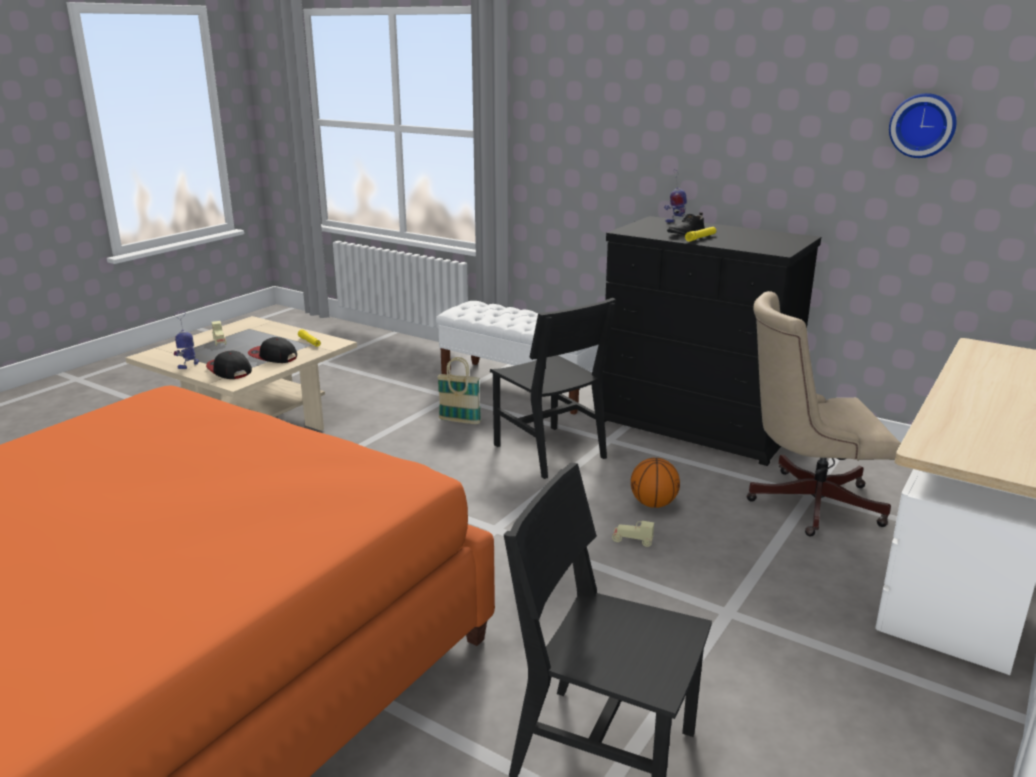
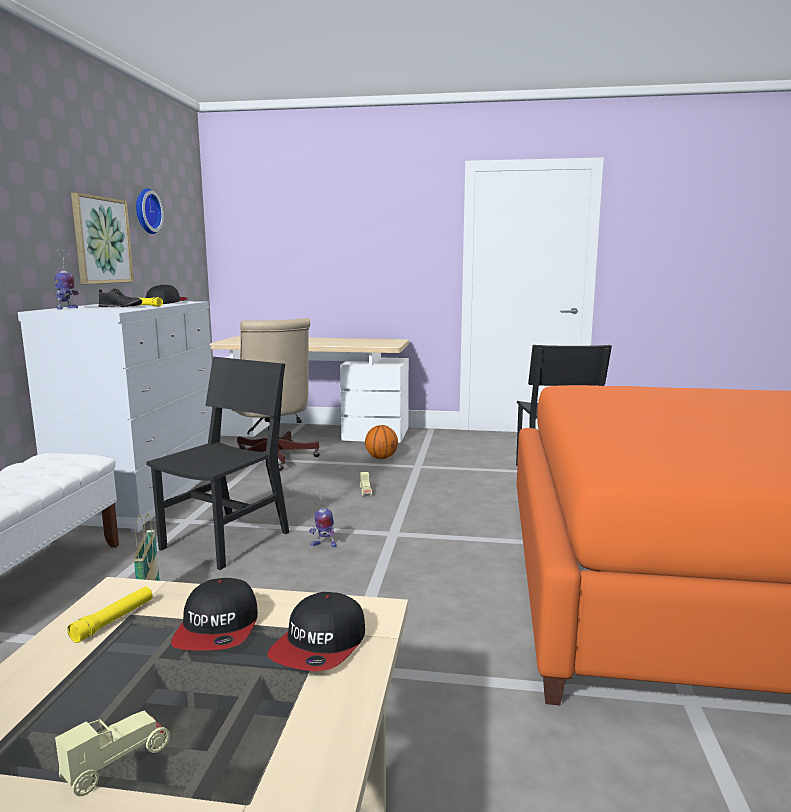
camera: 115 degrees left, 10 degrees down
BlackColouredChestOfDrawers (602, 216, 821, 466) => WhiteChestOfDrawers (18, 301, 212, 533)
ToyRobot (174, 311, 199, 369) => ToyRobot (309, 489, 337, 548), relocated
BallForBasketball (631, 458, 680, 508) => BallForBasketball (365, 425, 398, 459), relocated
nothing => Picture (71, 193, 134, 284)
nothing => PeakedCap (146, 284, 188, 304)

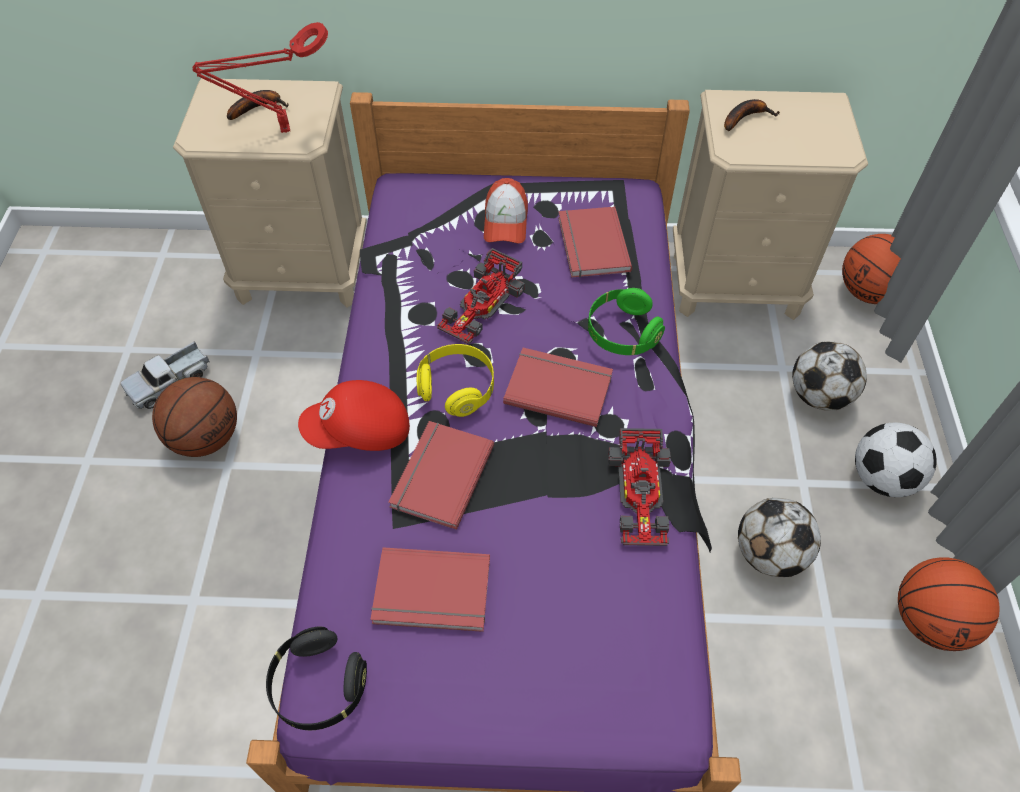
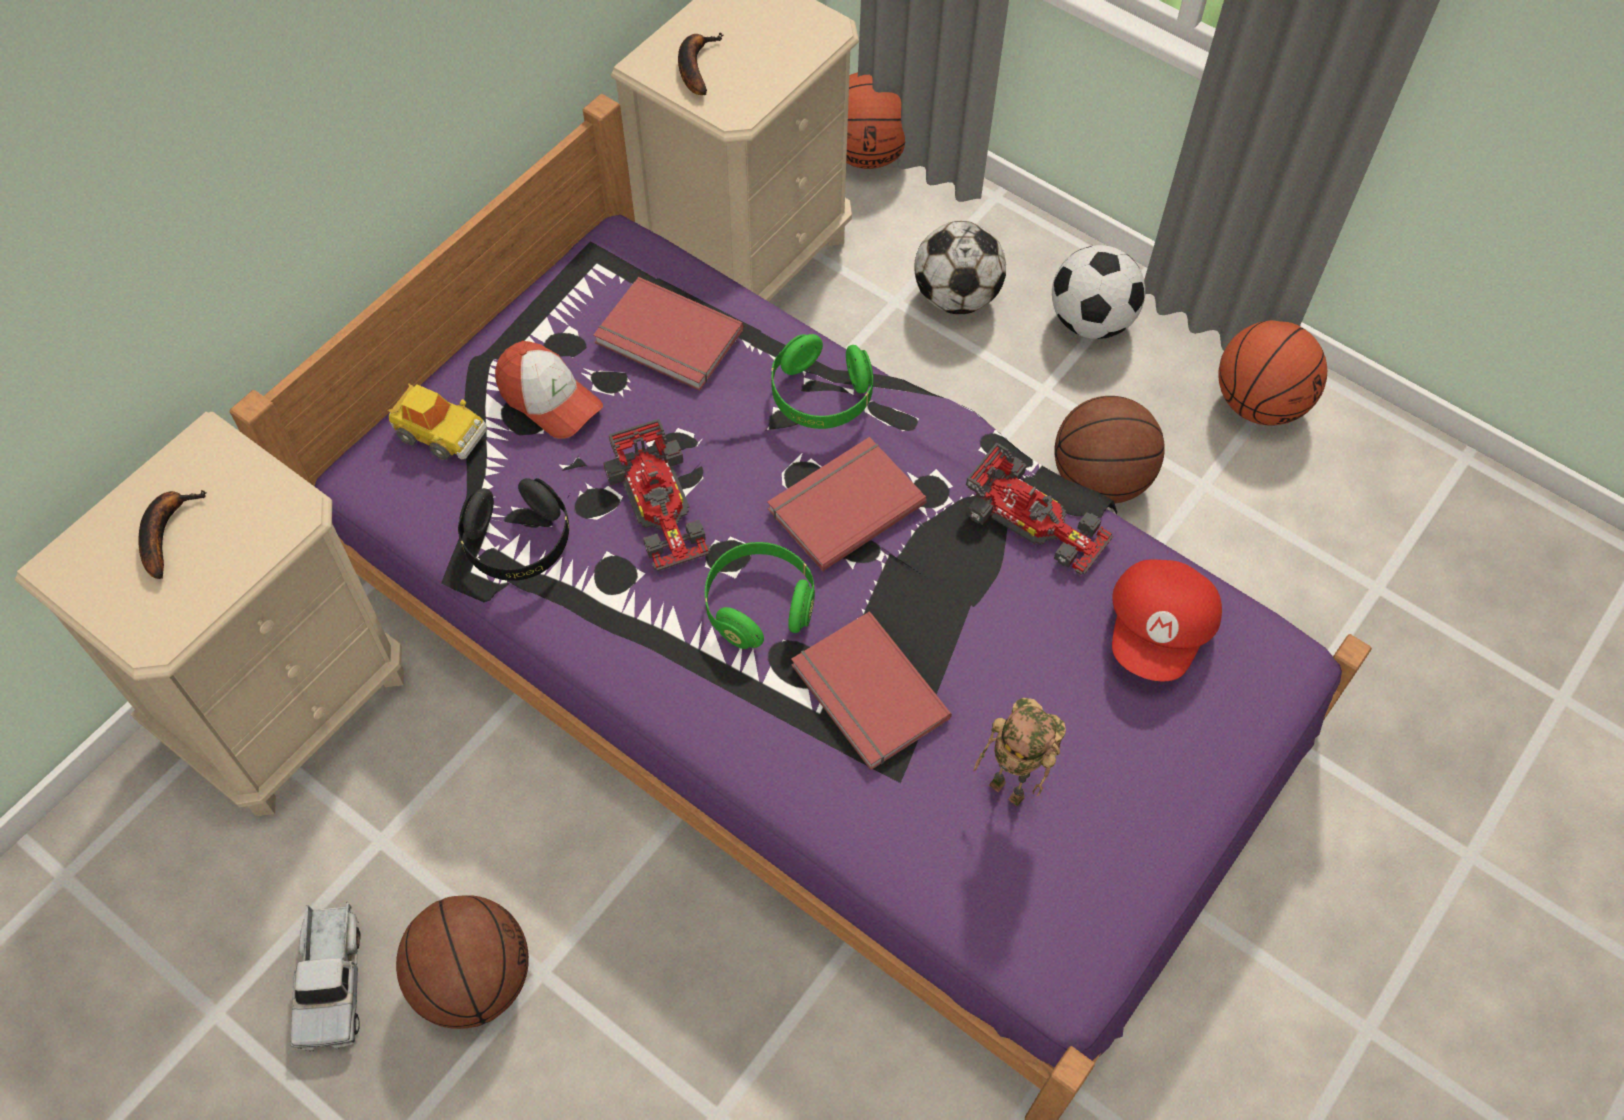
camera: 55 degrees left, 5 degrees up
ReddishLampForATable (192, 22, 328, 133) => nothing
YellowColouredPairOfHeadphones (417, 344, 494, 417) => GreenPairOfHeadphones (705, 542, 815, 649)
ReddishPeakedCap (298, 380, 410, 451) => ReddishPeakedCap (1112, 560, 1222, 681), relocated
Football (738, 498, 821, 577) => BallForBasketball (1054, 396, 1165, 503)
ReddishBook (370, 547, 490, 632) => ToyRobot (974, 698, 1066, 807)
BlackColouredPairOfHeadphones (266, 627, 367, 730) => BlackColouredPairOfHeadphones (458, 478, 569, 581), relocated
nothing => ModelCar (387, 383, 487, 460)

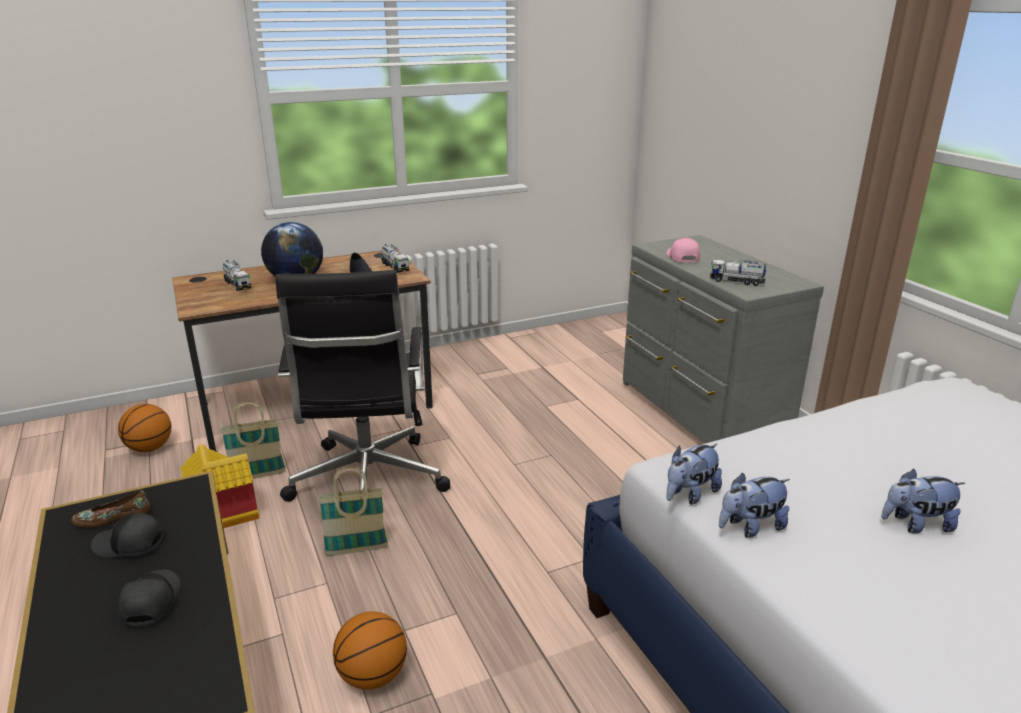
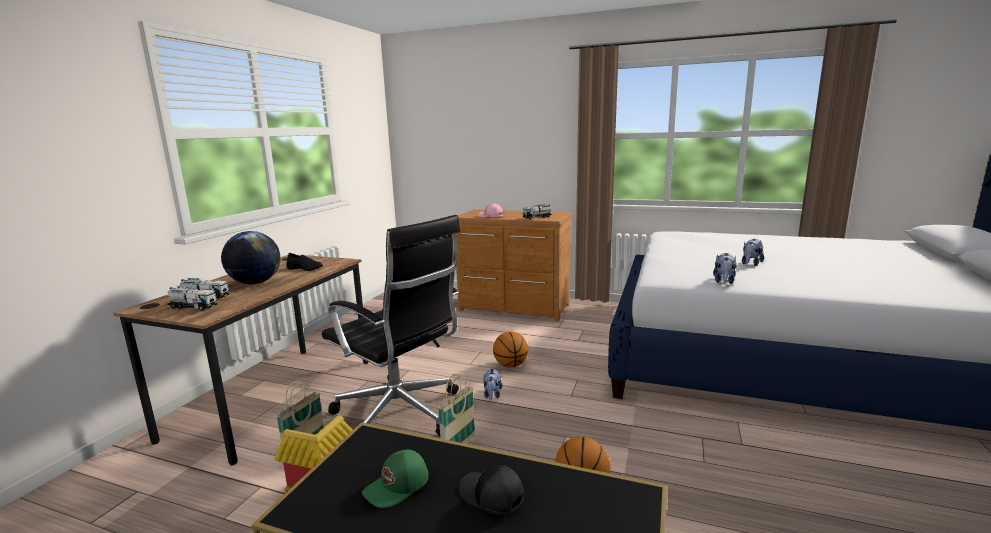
camera: 45 degrees left, 10 degrees down
GreyChestOfDrawers (623, 235, 824, 444) => BrownishChestOfDrawers (456, 209, 571, 321)
ToyTruck (381, 244, 409, 273) => ToyTruck (167, 286, 218, 311), relocated
BallForBasketball (118, 404, 171, 452) => BallForBasketball (493, 332, 528, 368), relocated
SoftToy (666, 444, 722, 505) => SoftToy (483, 367, 502, 400), relocated
BrownishShoe (71, 490, 150, 528) => nothing
BlackColouredPeakedCap (91, 513, 164, 558) => GreenPeakedCap (362, 450, 429, 508)

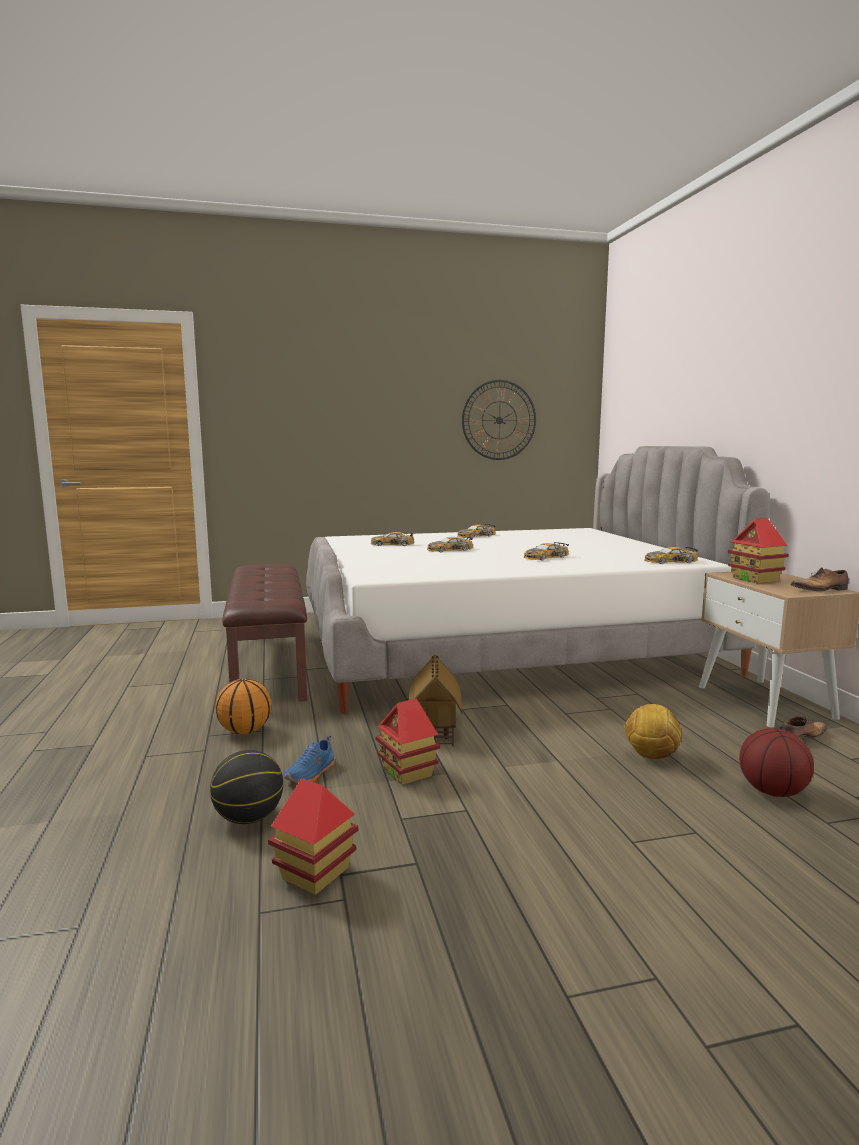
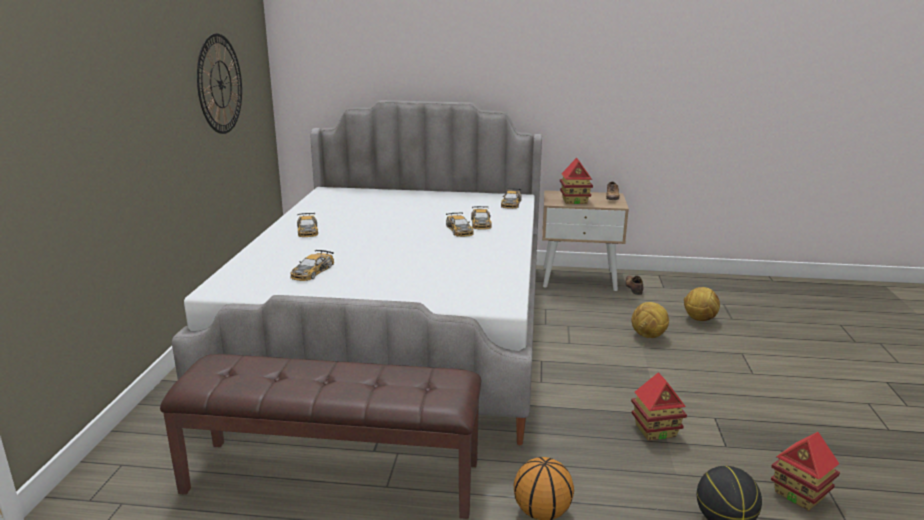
camera: 70 degrees left, 10 degrees up
ModelCar (427, 536, 473, 553) => ModelCar (471, 206, 492, 229), relocated
ToyHouse (409, 655, 463, 747) => nothing
BallForBasketball (739, 728, 814, 797) => Football (684, 287, 720, 321)
BlueColouredShoe (284, 735, 335, 783) => nothing

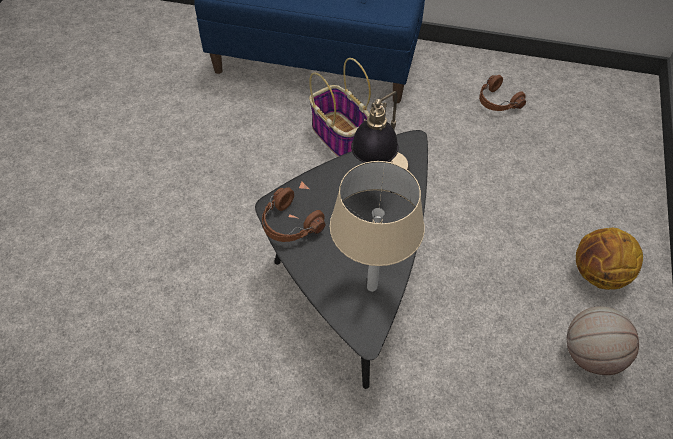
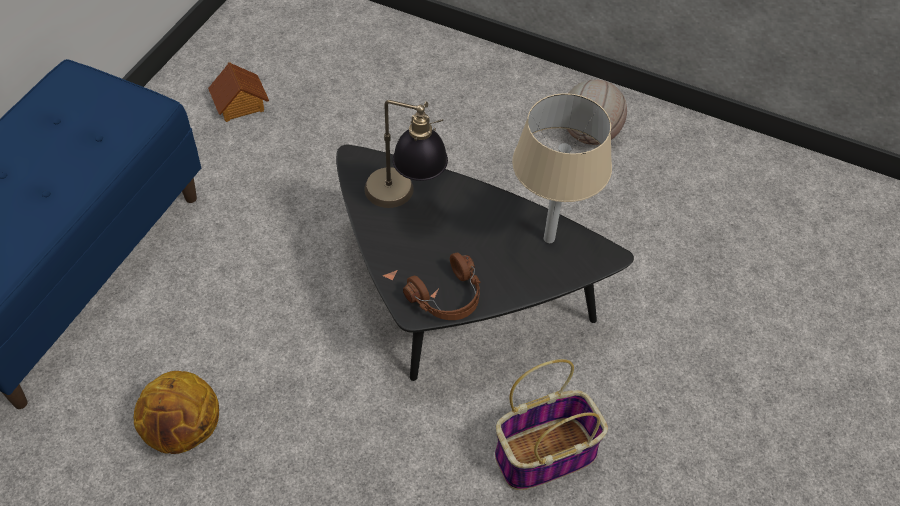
camera: 80 degrees left, 0 degrees up
StorageBasket (309, 58, 371, 157) => StorageBasket (495, 359, 608, 490), relocated
BrownishPairOfHeadphones (479, 75, 526, 111) => ToyHouse (208, 62, 269, 122)
BallForBasketball (576, 228, 643, 290) => BallForBasketball (134, 371, 219, 454), relocated

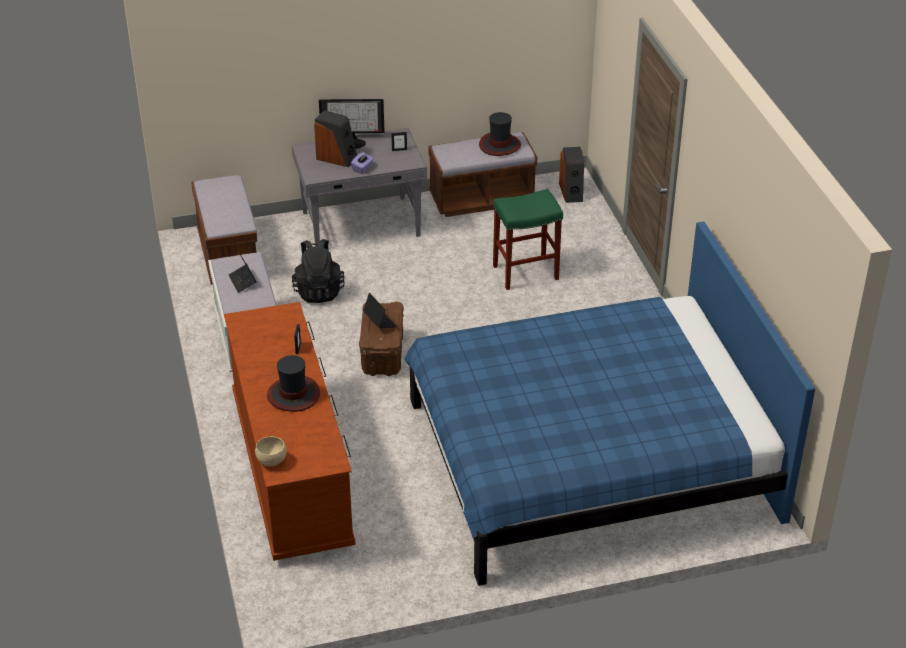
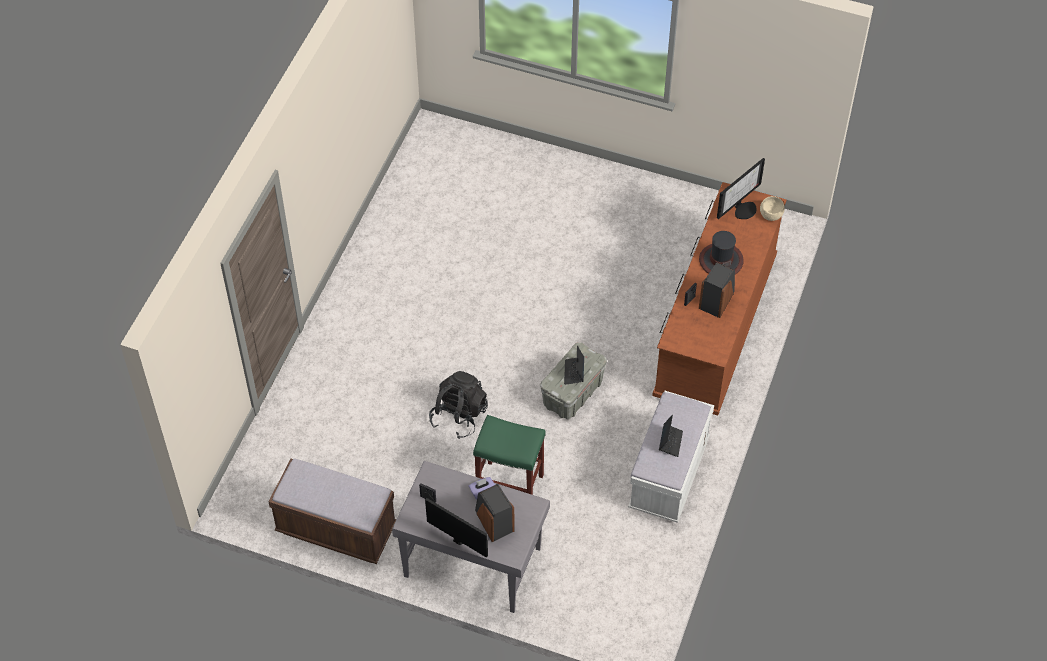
camera: 145 degrees left, 15 degrees up
WearableHat (479, 112, 521, 156) => nothing
Loudspeaker (559, 147, 584, 203) => Loudspeaker (699, 262, 735, 318), relocated
BrownishLongSeat (191, 175, 257, 285) => nothing
GreenStoolSeat (493, 189, 563, 290) => GreenStoolSeat (473, 415, 546, 495), relocated
BlueColouredBedroomBed (404, 221, 815, 586) => nothing
BlackColouredKnapsack (292, 239, 345, 303) => BlackColouredKnapsack (429, 371, 488, 439), relocated
BrownishStorageBin (359, 302, 404, 376) => GreyStorageBin (540, 342, 607, 419)
nothing => ComputerScreen (717, 158, 765, 219)

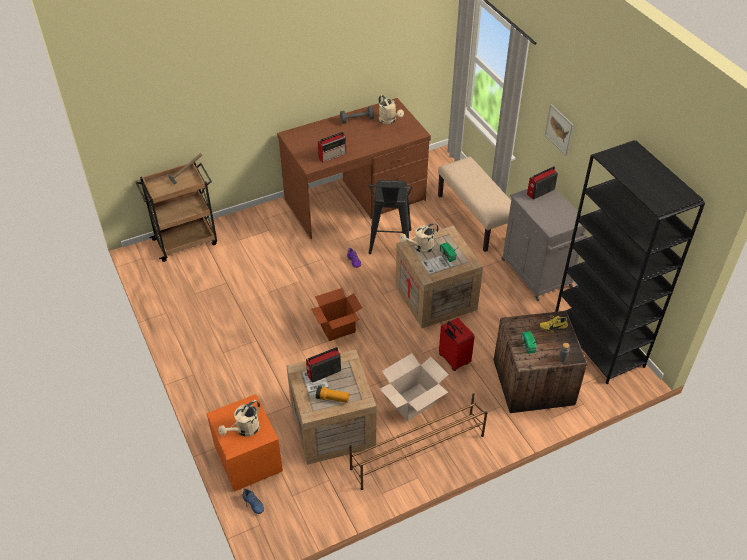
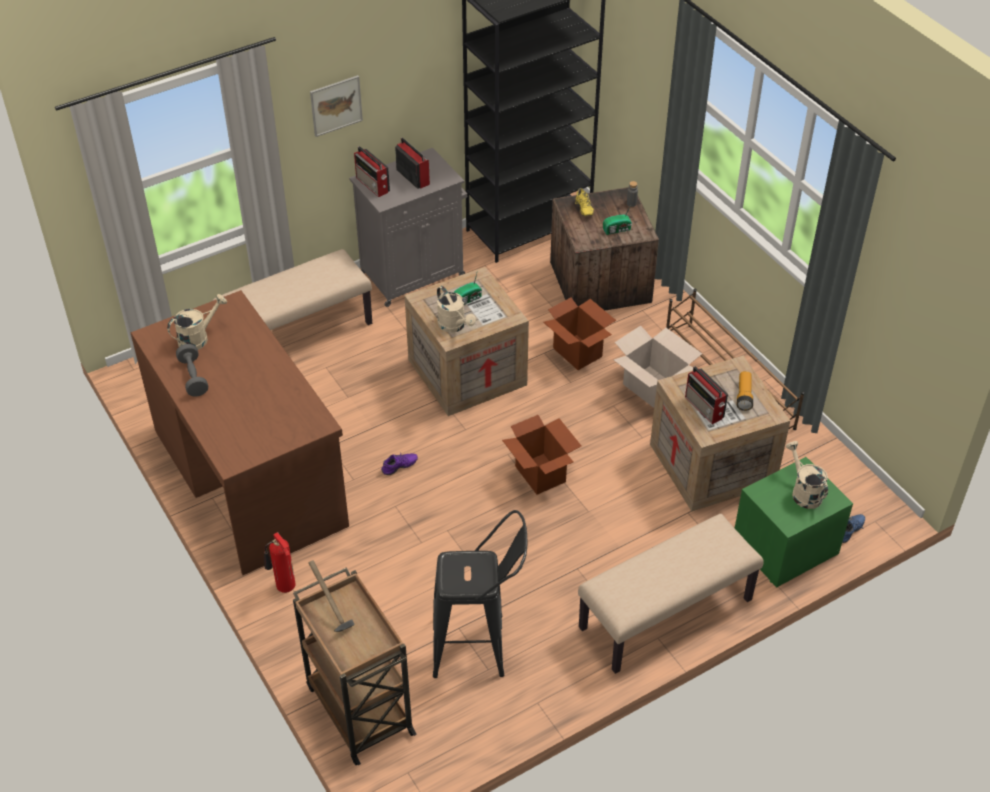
camera: 95 degrees left, 0 degrees up
RadioReceiver (318, 132, 346, 163) => RadioReceiver (395, 138, 430, 189), relocated
BlackColouredStoolSeat (368, 180, 413, 254) => BlackColouredStoolSeat (433, 510, 528, 678), relocated
ReddishSuitcase (439, 318, 475, 371) => CardboardBox (543, 298, 616, 370)
OrangeColouredNightstand (207, 394, 283, 492) => GreenNightstand (735, 457, 853, 588)
SandColouredSprinklingCan (219, 400, 260, 437) => SandColouredSprinklingCan (786, 441, 828, 509), 150 degrees counterclockwise
nothing => SandColouredLongSeat (578, 514, 764, 674)
nothing => FireExtinguisher (264, 532, 295, 593)

